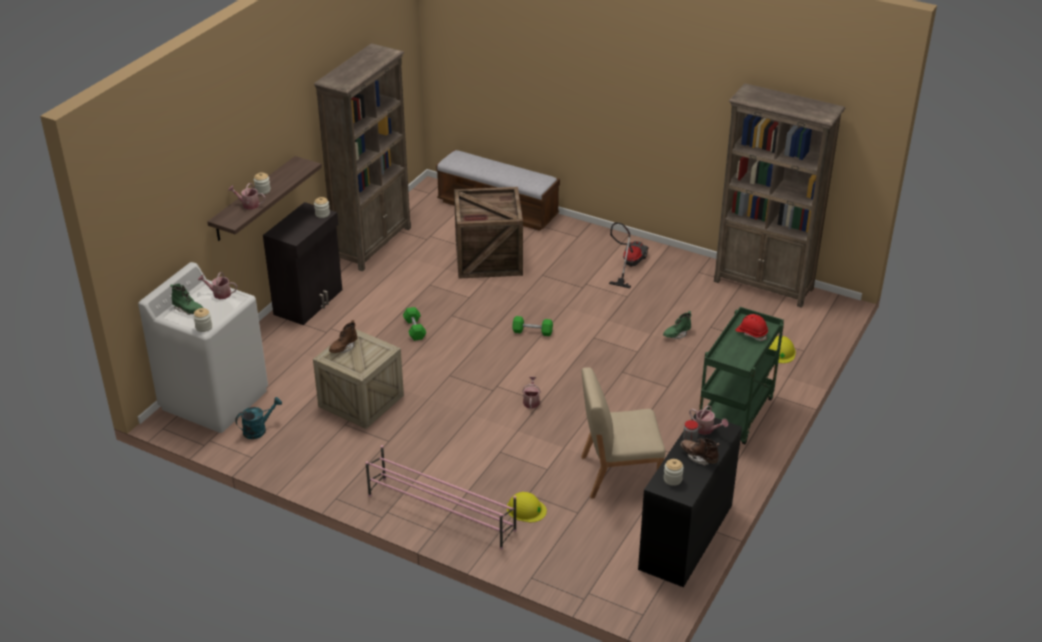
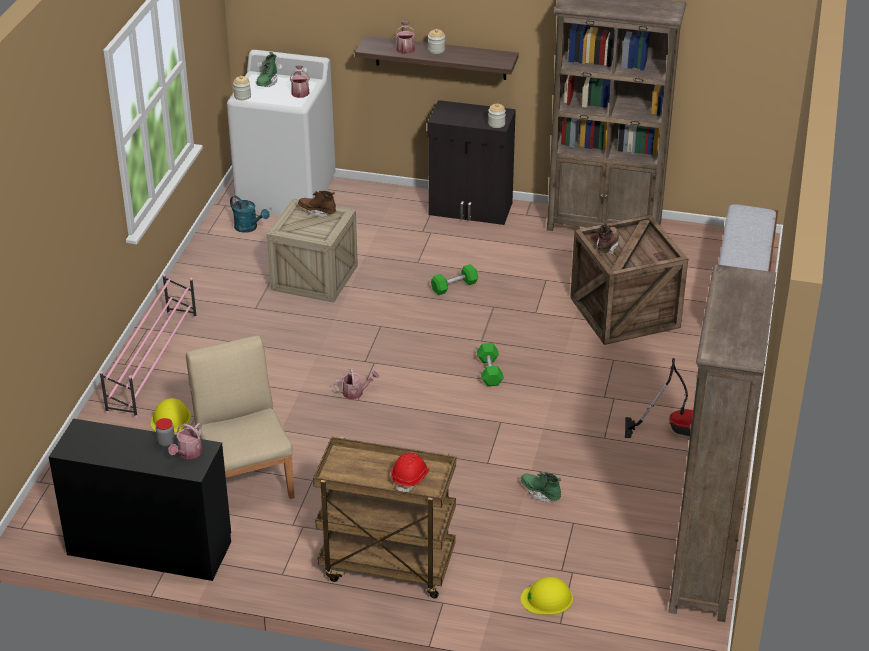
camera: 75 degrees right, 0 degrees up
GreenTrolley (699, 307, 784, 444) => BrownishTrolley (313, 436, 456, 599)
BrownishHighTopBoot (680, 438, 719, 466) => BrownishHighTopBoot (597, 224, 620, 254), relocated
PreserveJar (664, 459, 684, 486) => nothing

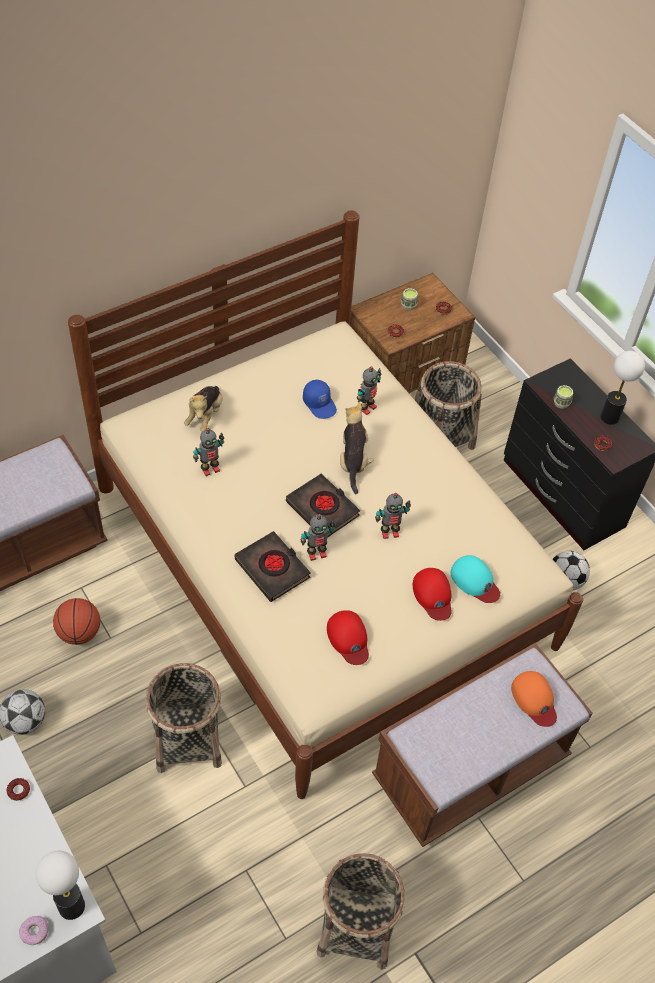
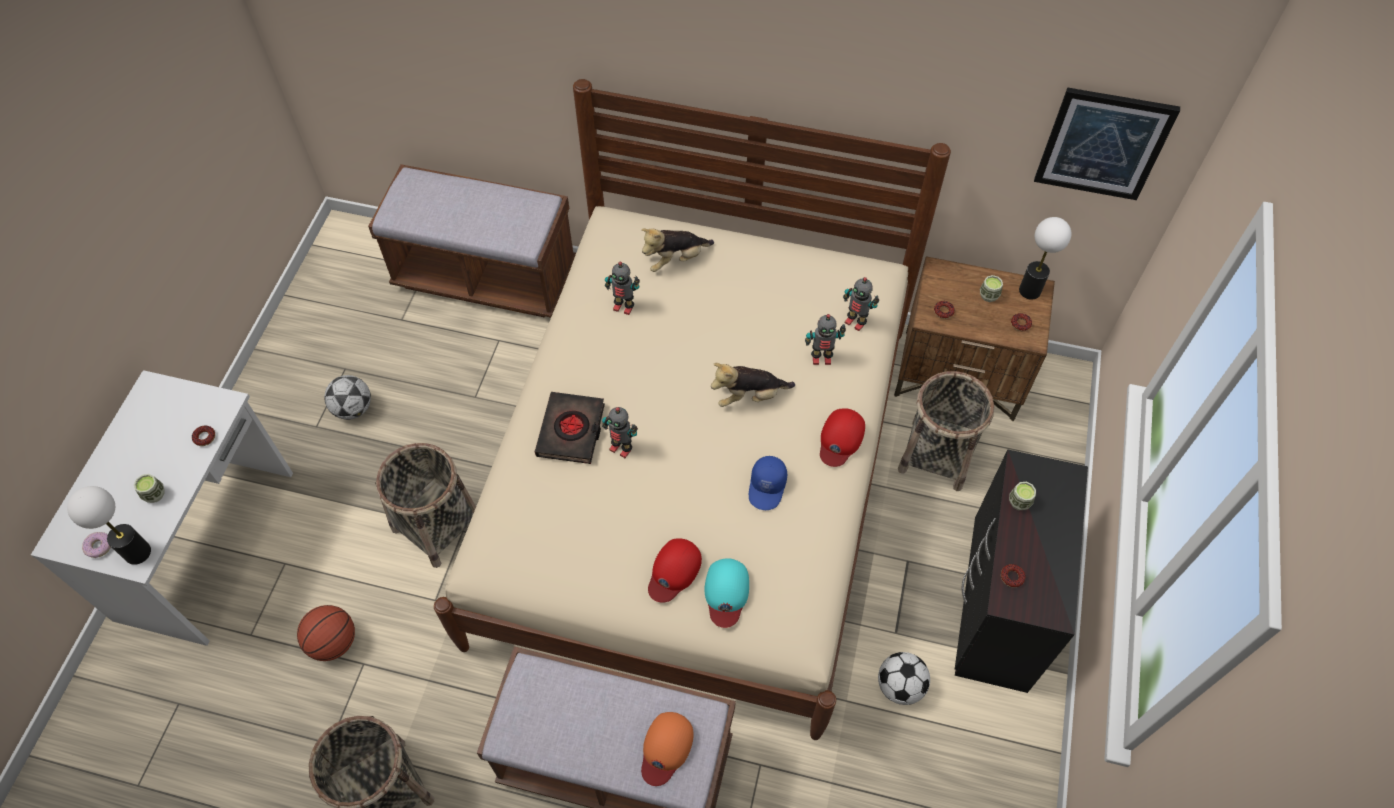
camera: 50 degrees right, 5 degrees up
LampForATable (600, 351, 645, 425) => LampForATable (1019, 217, 1071, 300), relocated
BlueColouredPeakedCap (303, 380, 337, 419) => BlueColouredPeakedCap (749, 456, 787, 510), relocated
SoftToy (340, 402, 373, 494) => SoftToy (711, 363, 795, 407), 150 degrees counterclockwise
BlackColouredBook (286, 474, 360, 538) => nothing
ToyRobot (375, 493, 411, 539) => ToyRobot (843, 277, 879, 331), relocated
BallForBasketball (53, 598, 100, 645) => BallForBasketball (297, 605, 355, 661), relocated
ReddishPeakedCap (327, 610, 369, 665) => ReddishPeakedCap (820, 408, 865, 467), relocated
nothing => Picture (1034, 87, 1180, 200)
nothing => SmallCup (134, 474, 165, 503)

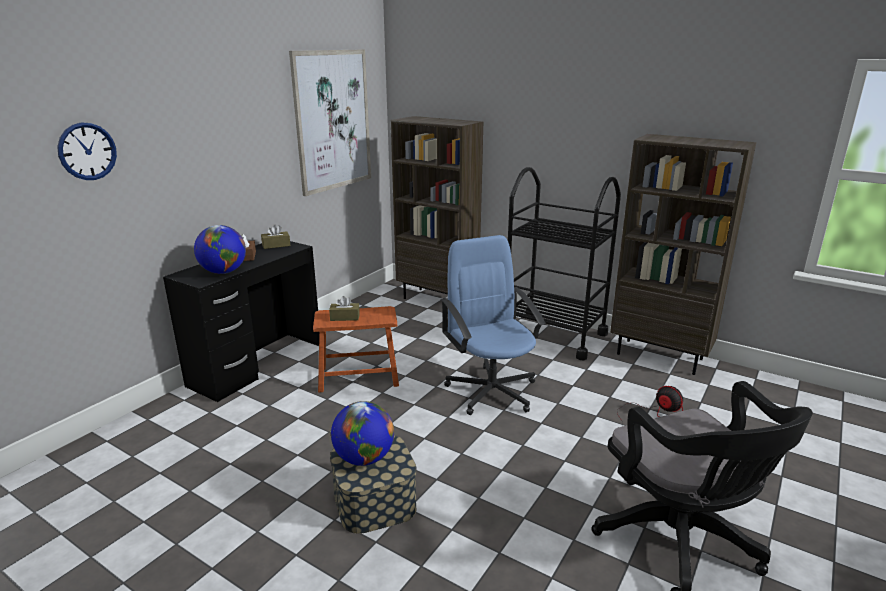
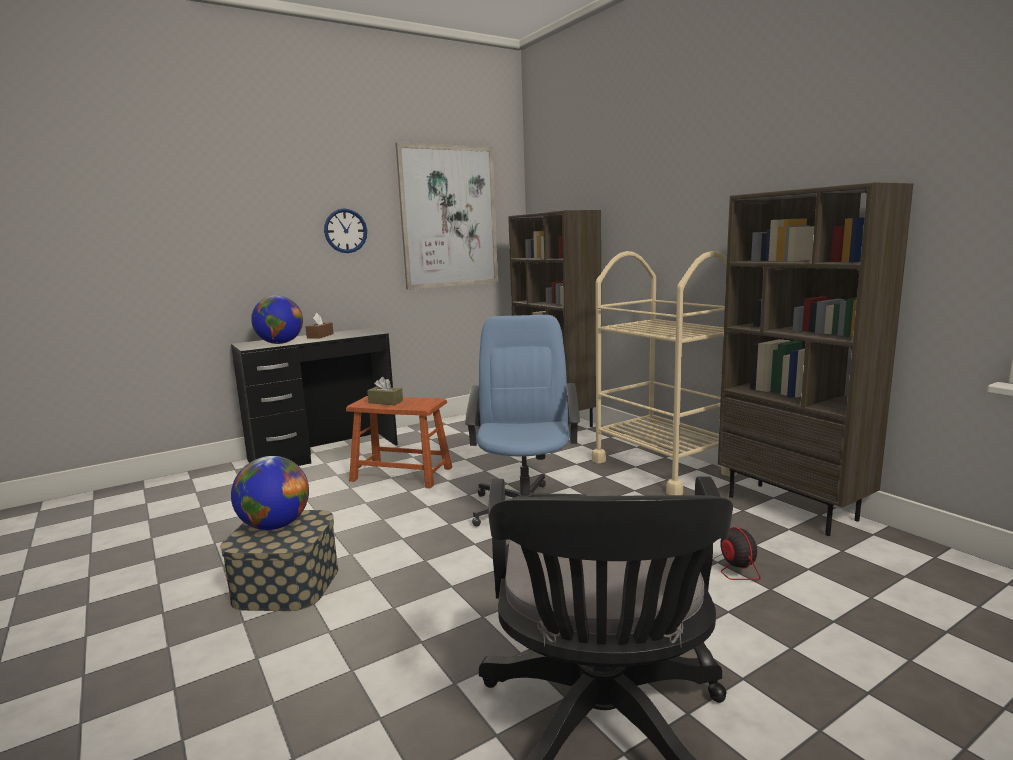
camera: 25 degrees right, 10 degrees down
ClockOnTheWall (57, 123, 117, 180) => ClockOnTheWall (324, 208, 367, 253), relocated
BlackColouredTrolley (508, 167, 621, 361) => SandColouredTrolley (592, 251, 737, 495)
BrownishBoxOfTissues (261, 224, 290, 249) => nothing

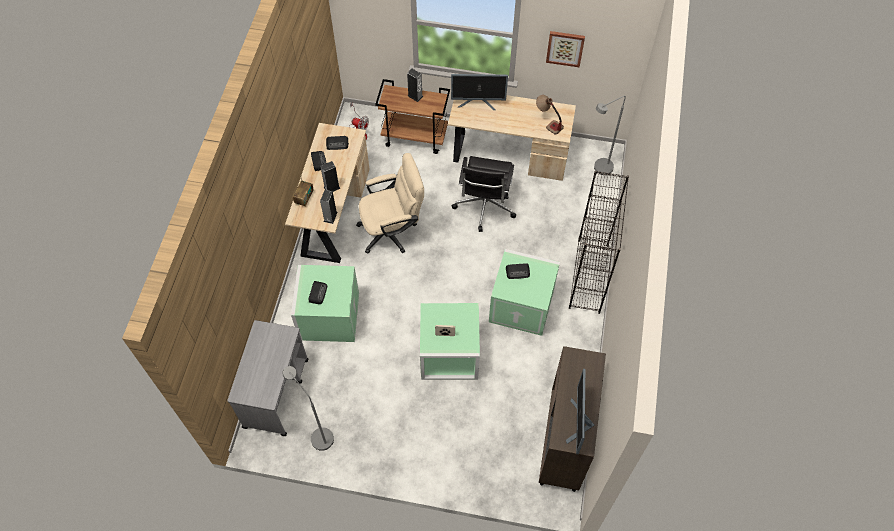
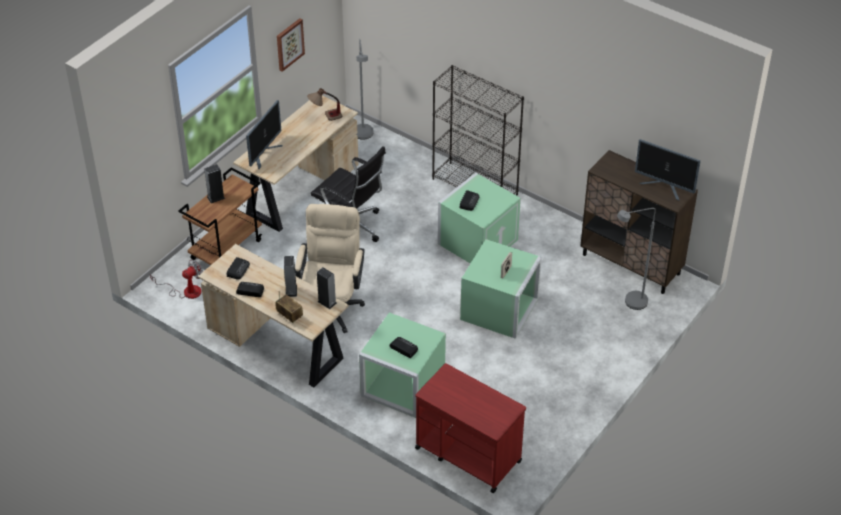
camera: 65 degrees left, 15 degrees down
GreyTrolley (227, 320, 308, 436) => ReddishTrolley (415, 363, 526, 493)
GreyStandingLamp (282, 366, 334, 451) => GreyStandingLamp (617, 208, 656, 310), relocated

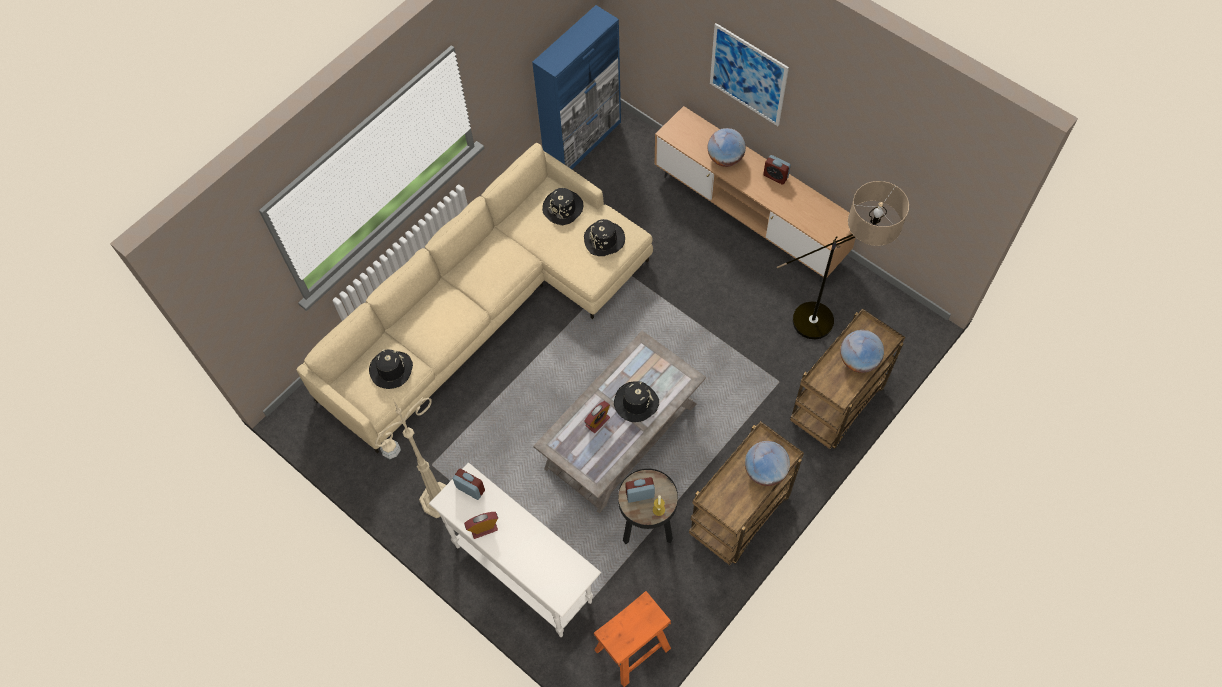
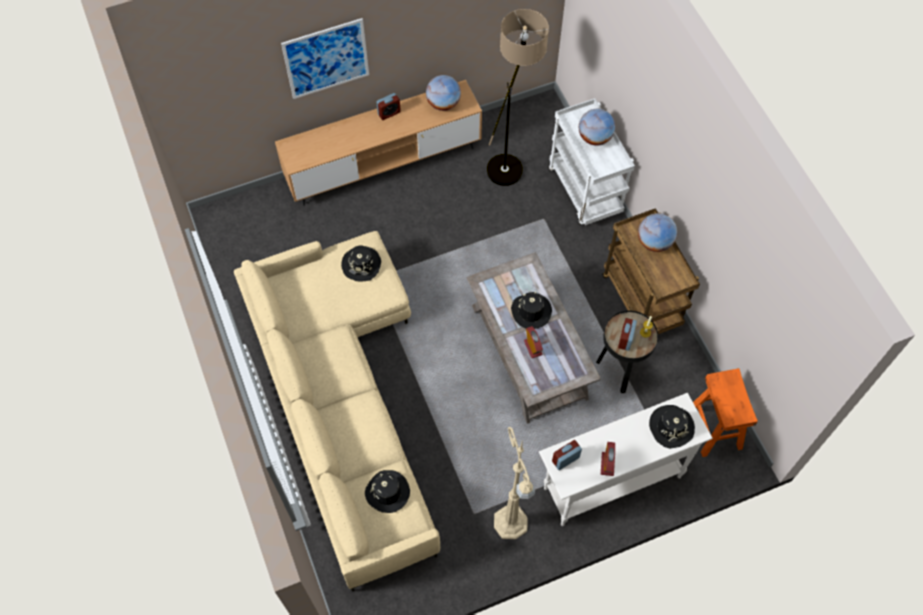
camera: 65 degrees left, 0 degrees up
BlueColouredStorageCabinet (532, 5, 621, 169) => nothing
DeskGlobe (708, 128, 746, 167) => DeskGlobe (426, 75, 461, 111), relocated
BlackColouredWearableHat (542, 188, 583, 225) => BlackColouredWearableHat (649, 405, 695, 449), relocated
BrownishTrolley (790, 309, 905, 449) => WhiteTrolley (548, 98, 635, 225)

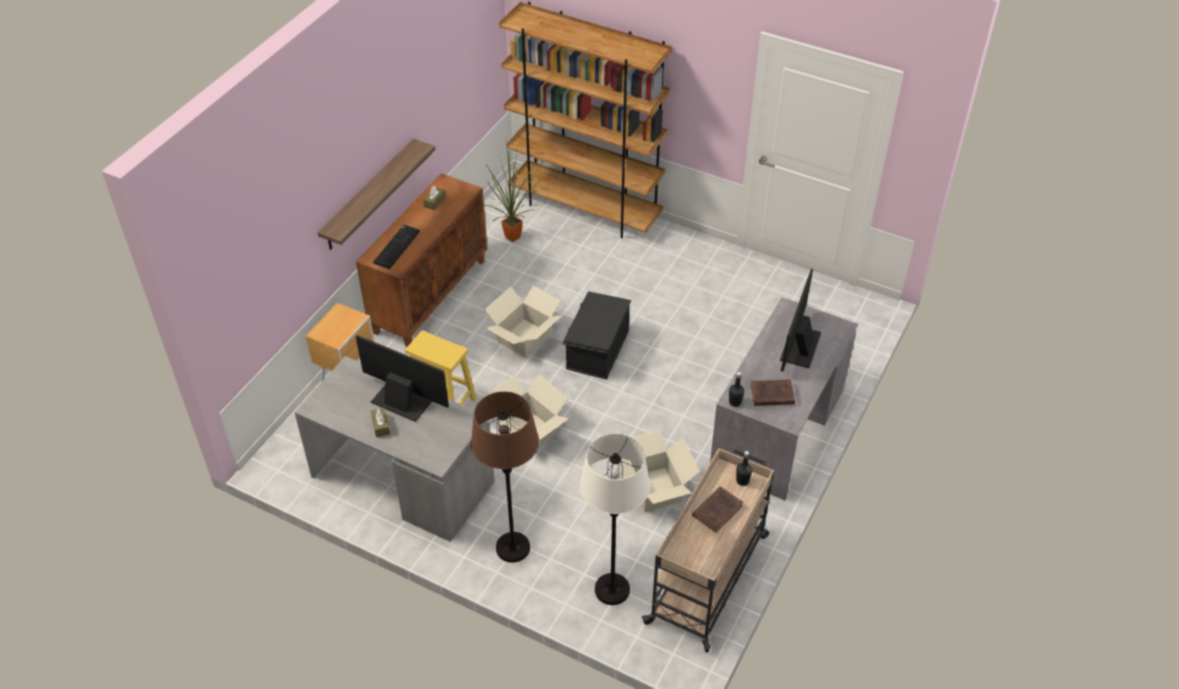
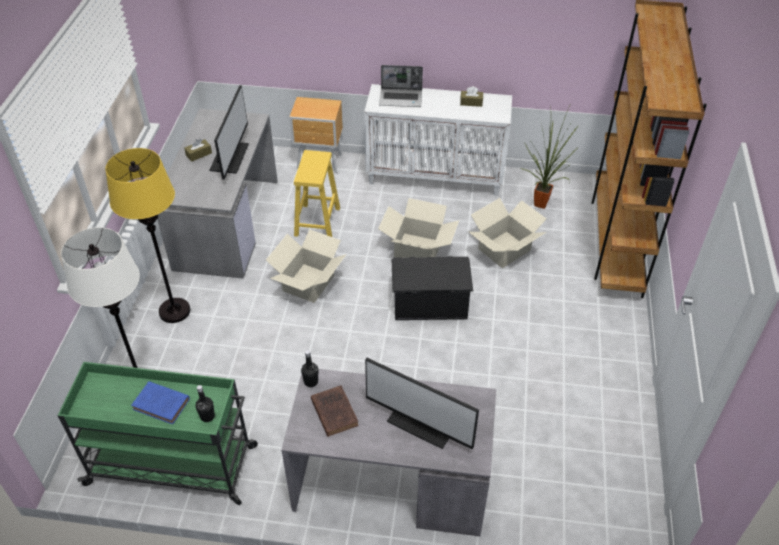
camera: 70 degrees right, 0 degrees up
Shelf (318, 139, 435, 250) => nothing
BrownishStorageCabinet (356, 173, 488, 347) => WhiteStorageCabinet (364, 84, 512, 196)
ComputerKeyboard (373, 225, 420, 269) => PortableComputer (379, 65, 423, 107)
ComputerScreen (780, 269, 821, 372) => ComputerScreen (365, 358, 479, 449), 150 degrees counterclockwise
BrownishStandingLamp (471, 391, 539, 563) => YellowColouredStandingLamp (105, 148, 190, 323)
CardboardBox (617, 430, 700, 512) => CardboardBox (469, 198, 546, 268), relocated
SandColouredTrolley (642, 448, 774, 653) => GreenTrolley (58, 362, 258, 505)
BrownishBook (692, 486, 744, 533) => BlueColouredBook (131, 381, 190, 425)

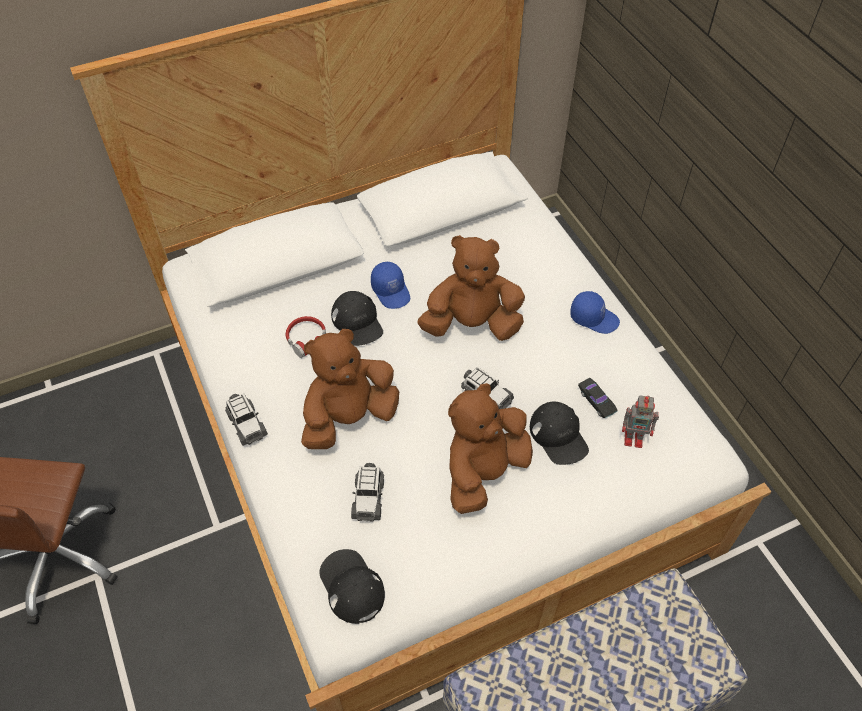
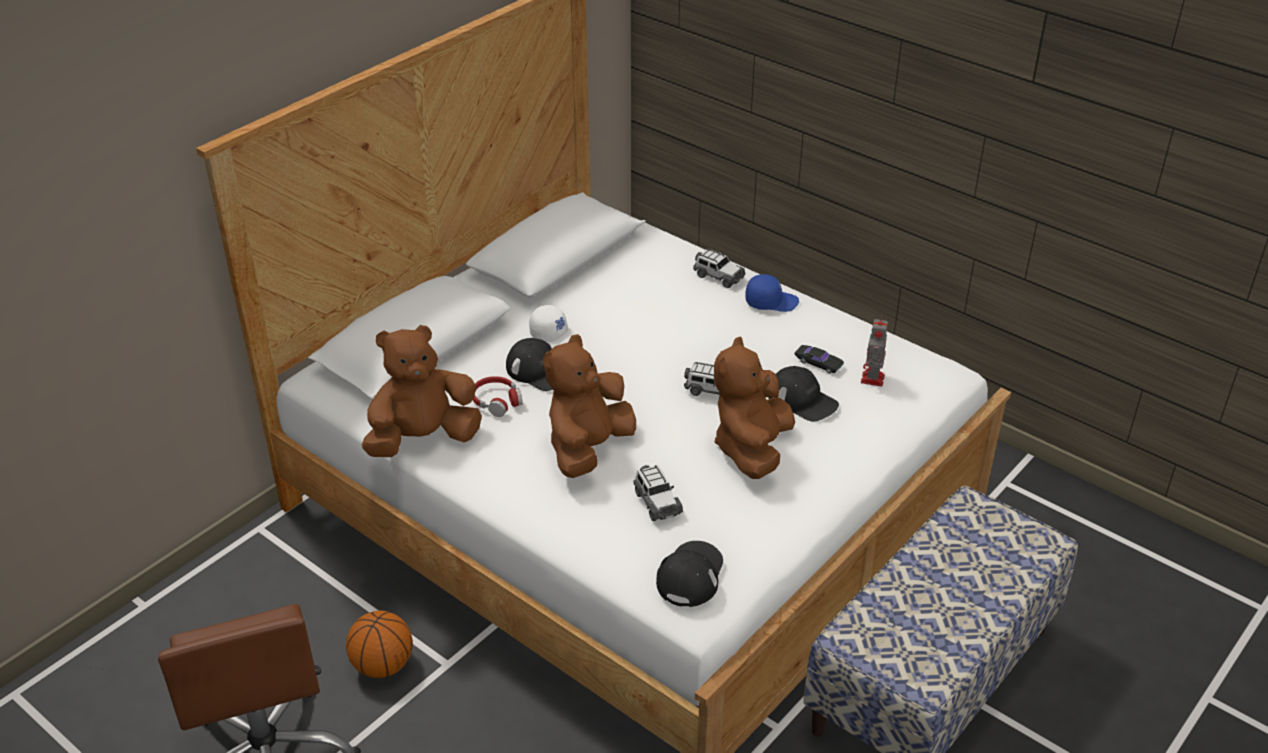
camera: 25 degrees left, 15 degrees down
BrownishSoftToy (418, 235, 525, 341) => BrownishSoftToy (361, 325, 482, 457), relocated
BlueColouredPeakedCap (371, 262, 410, 309) => WhitePeakedCap (529, 305, 577, 348)
ModelCar (225, 394, 268, 446) => ModelCar (693, 249, 745, 288), relocated
ToyRobot (622, 395, 659, 448) => ToyRobot (861, 315, 888, 387), 120 degrees clockwise
BlackColouredPeakedCap (319, 549, 385, 624) => BlackColouredPeakedCap (656, 541, 723, 607), 75 degrees clockwise
nothing => BallForBasketball (346, 611, 413, 678)

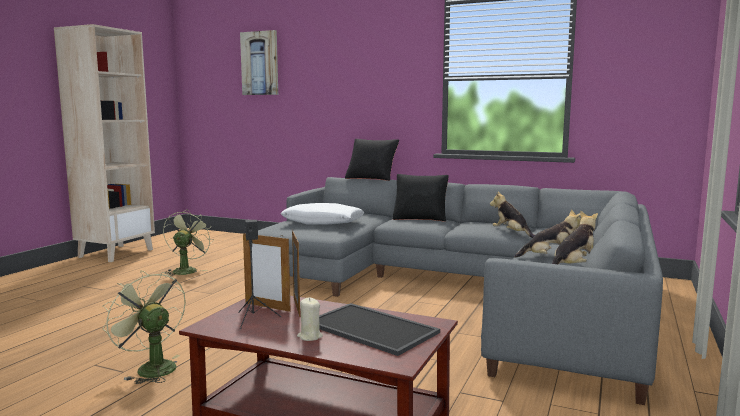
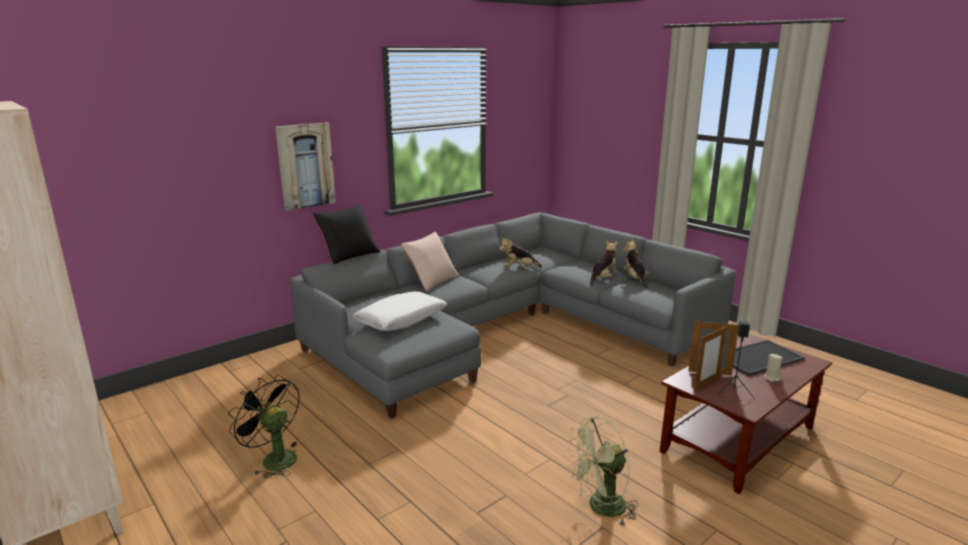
camera: 65 degrees left, 10 degrees up
Picture (240, 30, 278, 95) => Picture (275, 123, 336, 211), relocated
BlackColouredCushion (393, 174, 449, 222) => SandColouredCushion (401, 232, 459, 291)
GreenFan (163, 209, 214, 277) => BlackColouredFan (228, 375, 300, 479)

